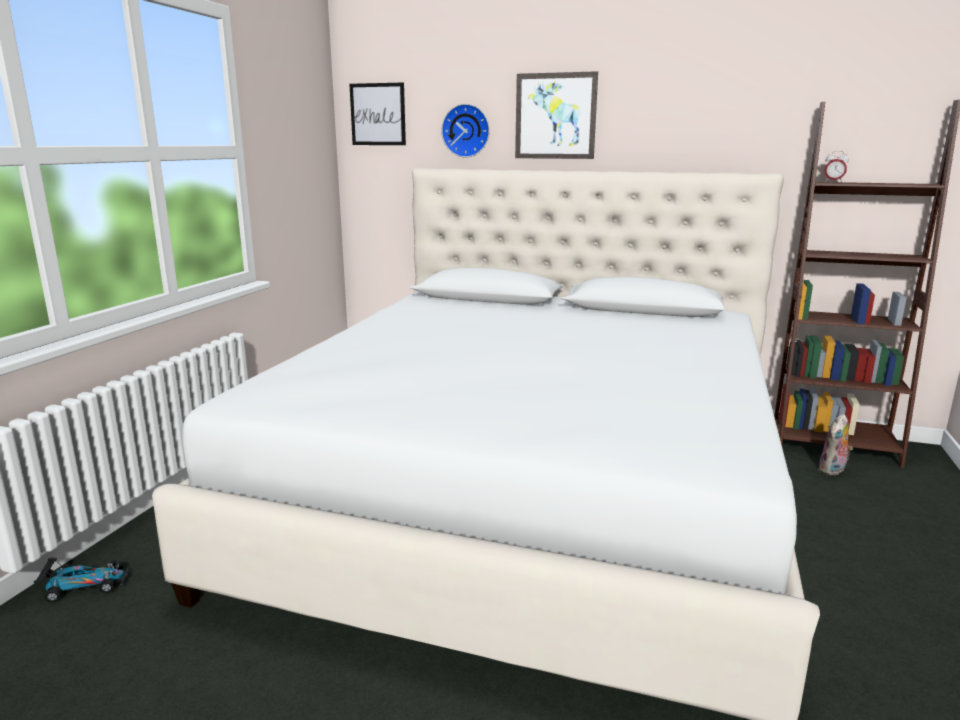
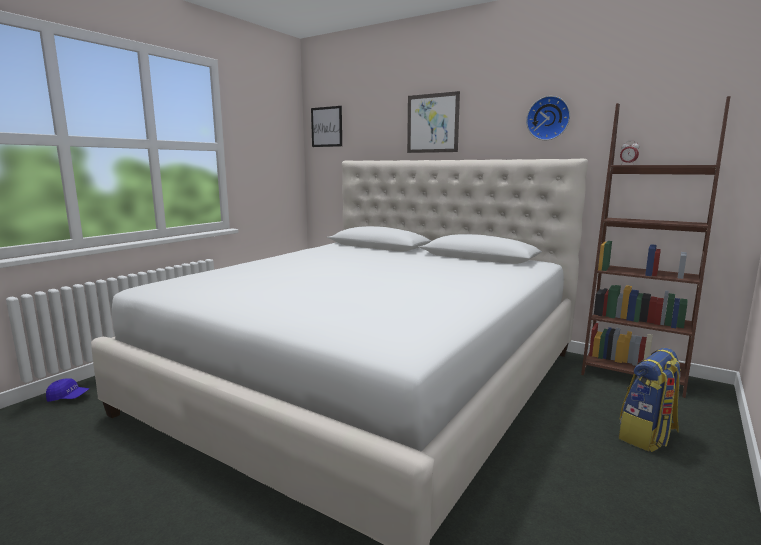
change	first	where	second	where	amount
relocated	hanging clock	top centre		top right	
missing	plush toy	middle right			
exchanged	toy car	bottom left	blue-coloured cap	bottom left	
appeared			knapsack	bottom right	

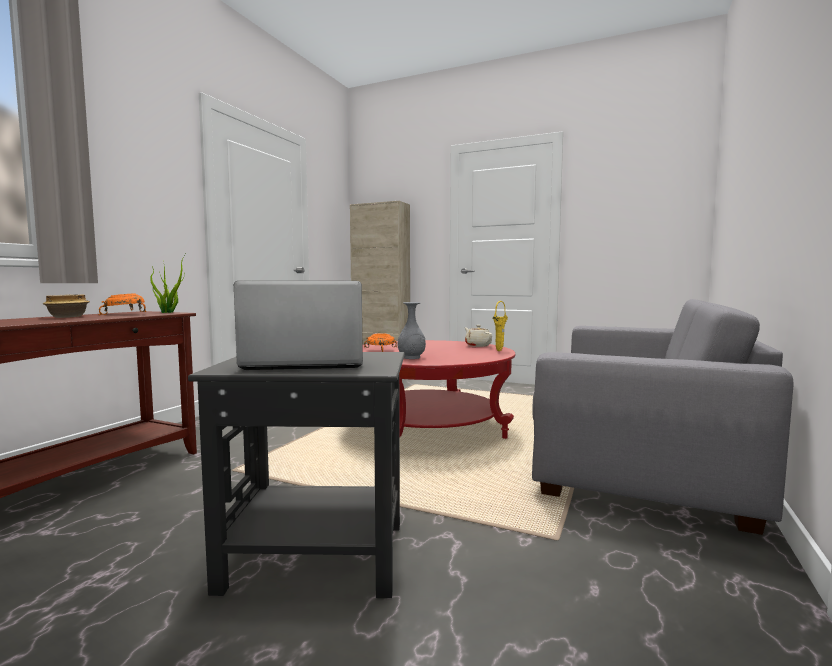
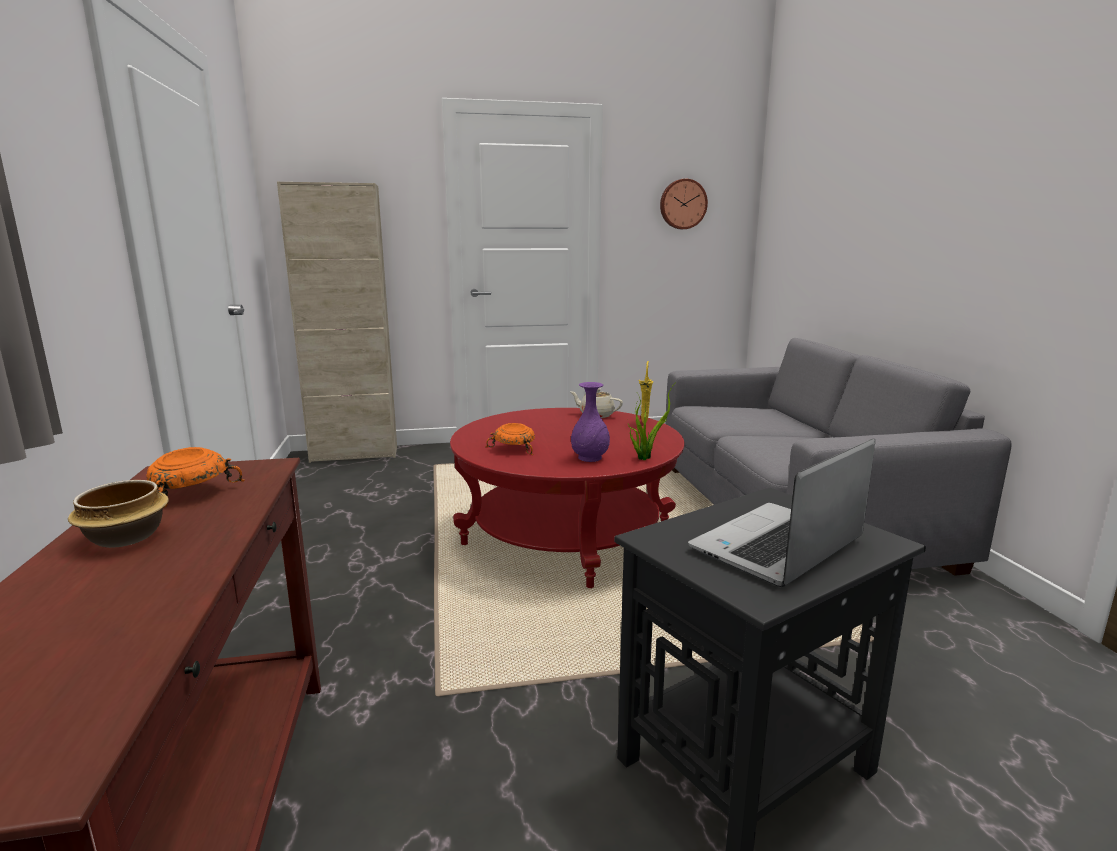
change	first	where	second	where	amount
relocated	plant in a pot	middle left		centre	
colour	greyish decorative vase	centre	purple-coloured decorative vase	centre	
appeared			hanging clock	top centre	

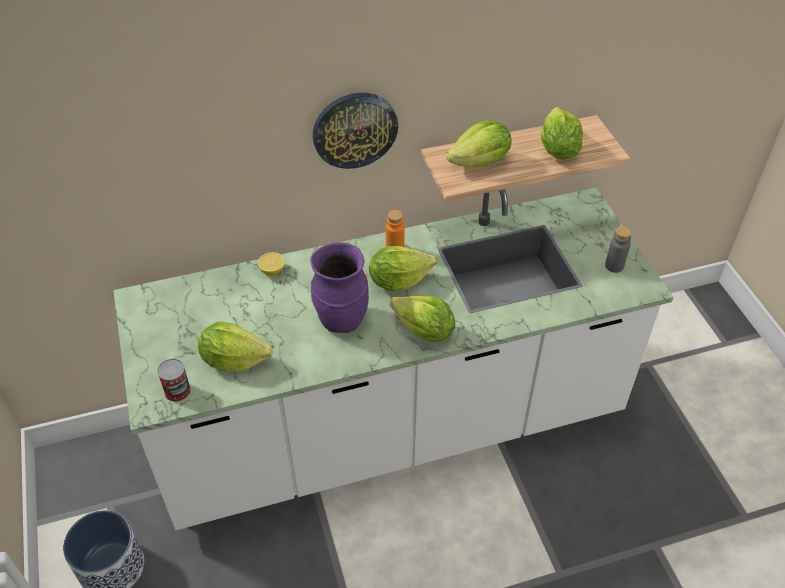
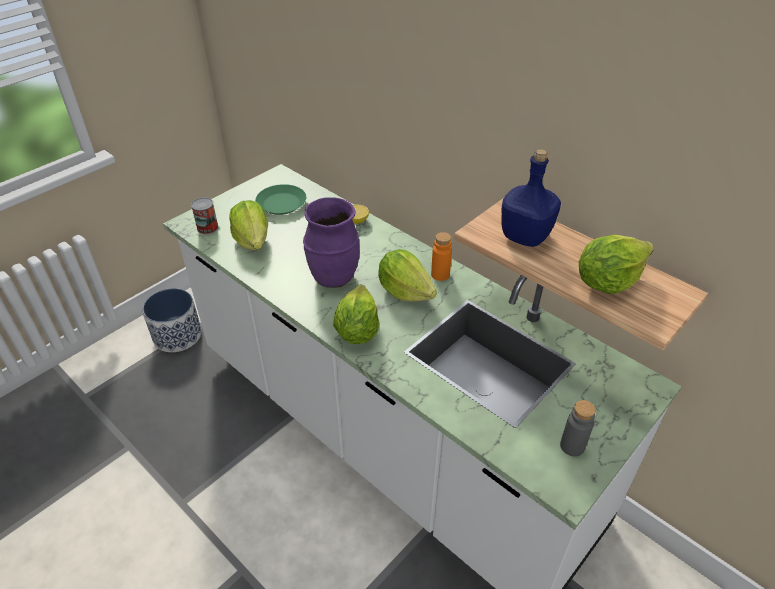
change	first	where	second	where	amount
missing	hanging clock	top centre			
exchanged	lettuce (no. 4 from left)	top centre	blue-coloured bottle	middle right	
appeared			green plate	centre	

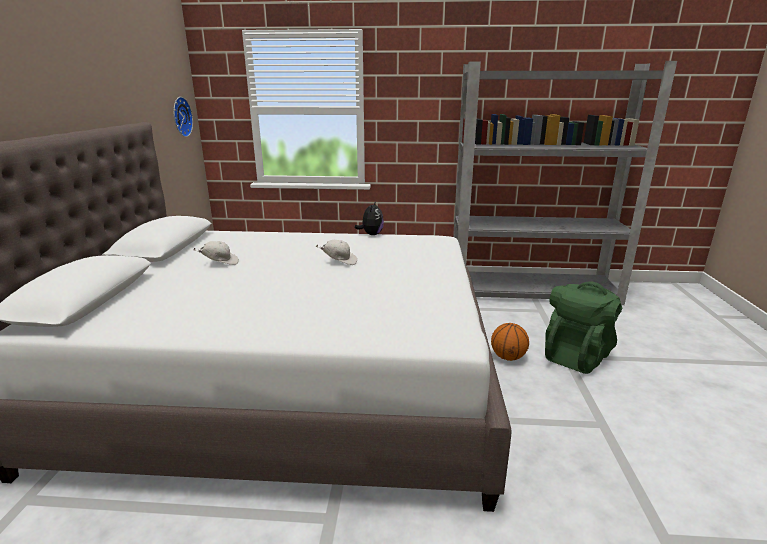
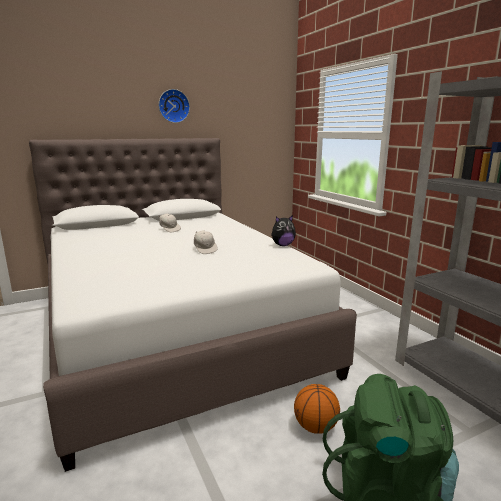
change	first	where	second	where	amount
relocated	hanging clock	top left		top centre	

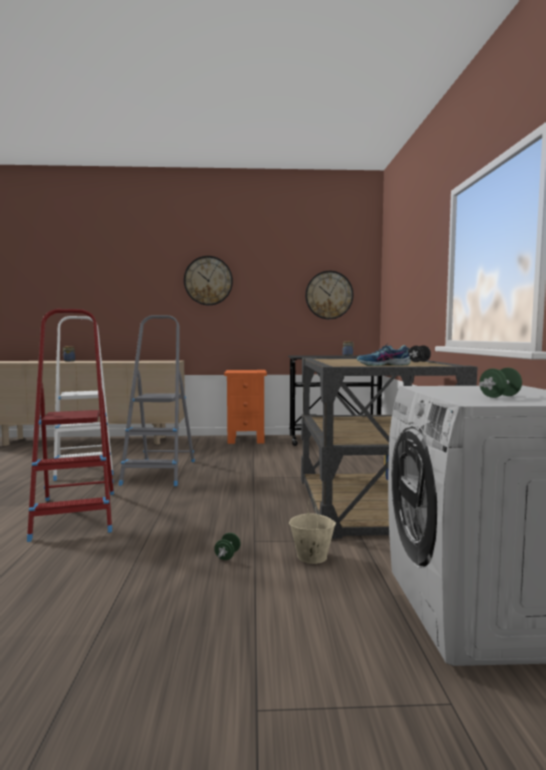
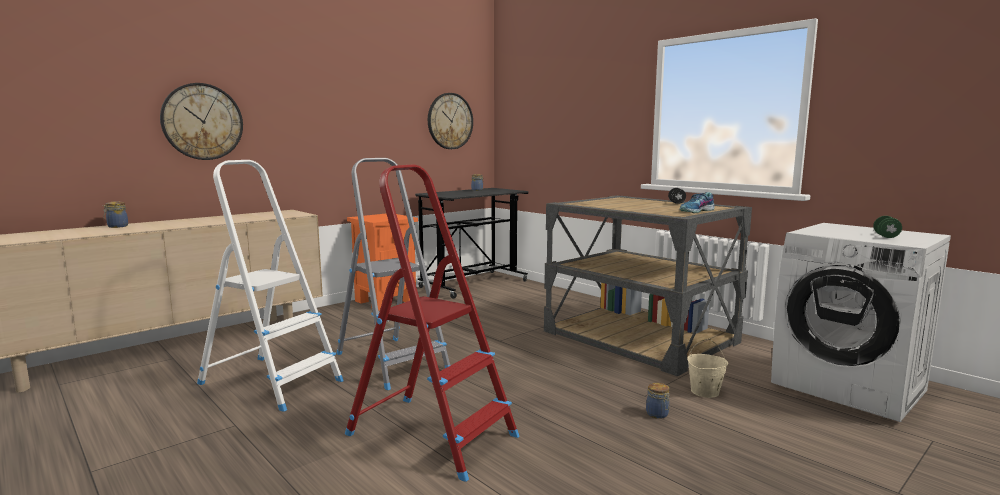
change	first	where	second	where	amount
relocated	hanging clock (no. 1 from left)	centre		top left	
exchanged	green hand weight (no. 1 from left)	bottom centre	jar (no. 3 from left)	bottom centre	

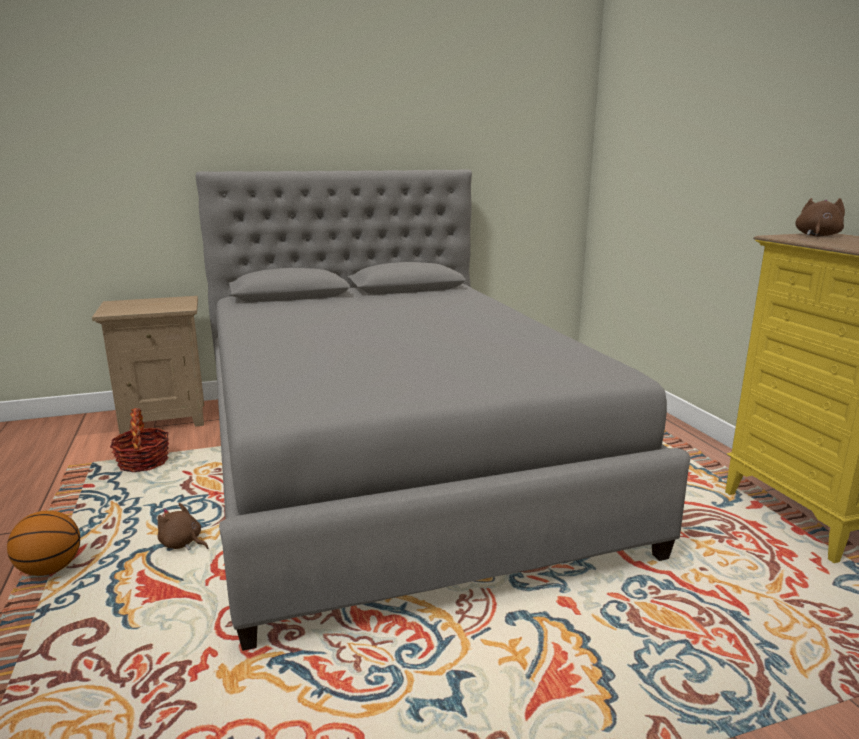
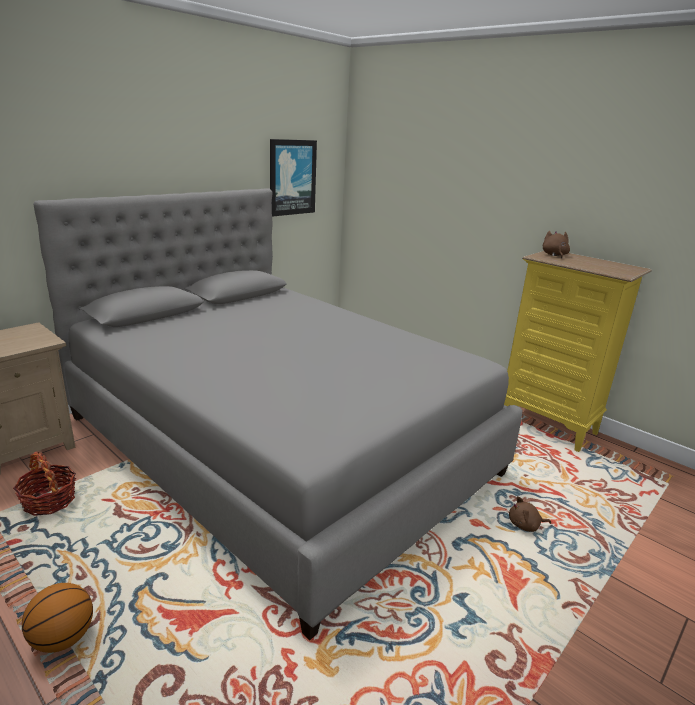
change	first	where	second	where	amount
relocated	brown plush toy (no. 1 from left)	bottom left		bottom right	
appeared			wall art	top centre	

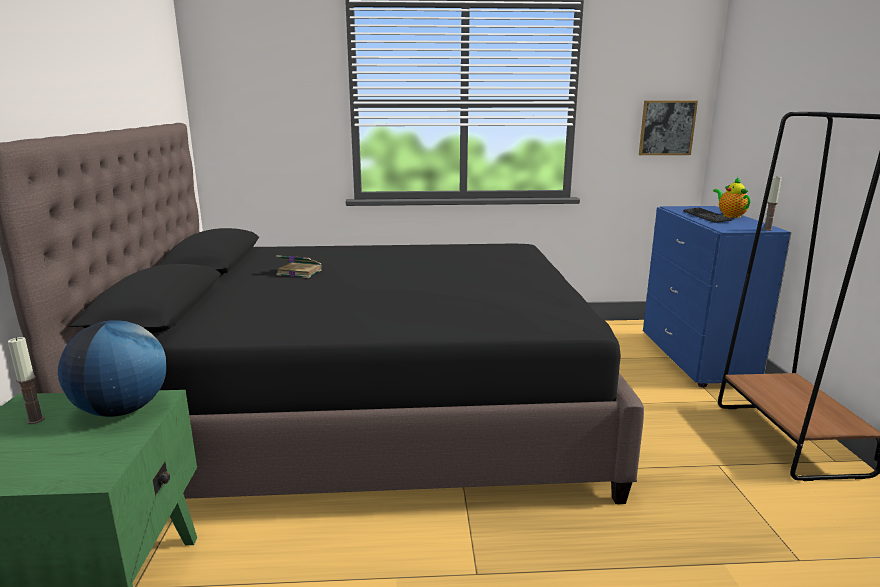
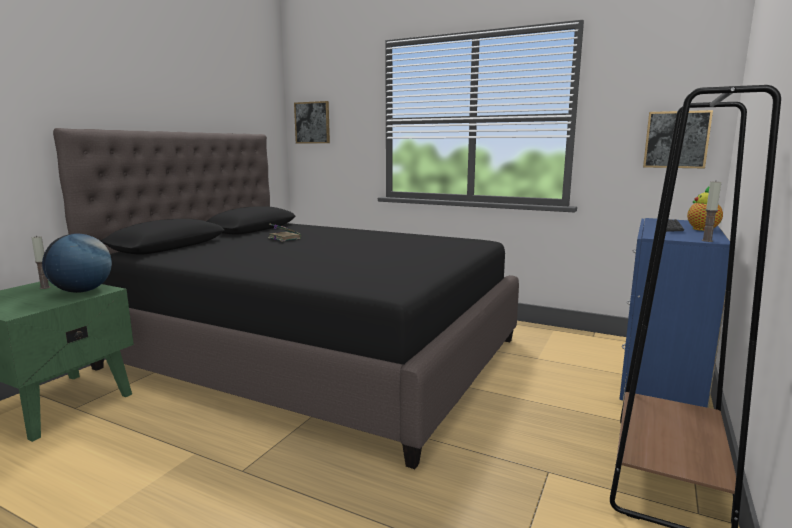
change	first	where	second	where	amount
appeared			wall art (no. 1 from left)	top centre	

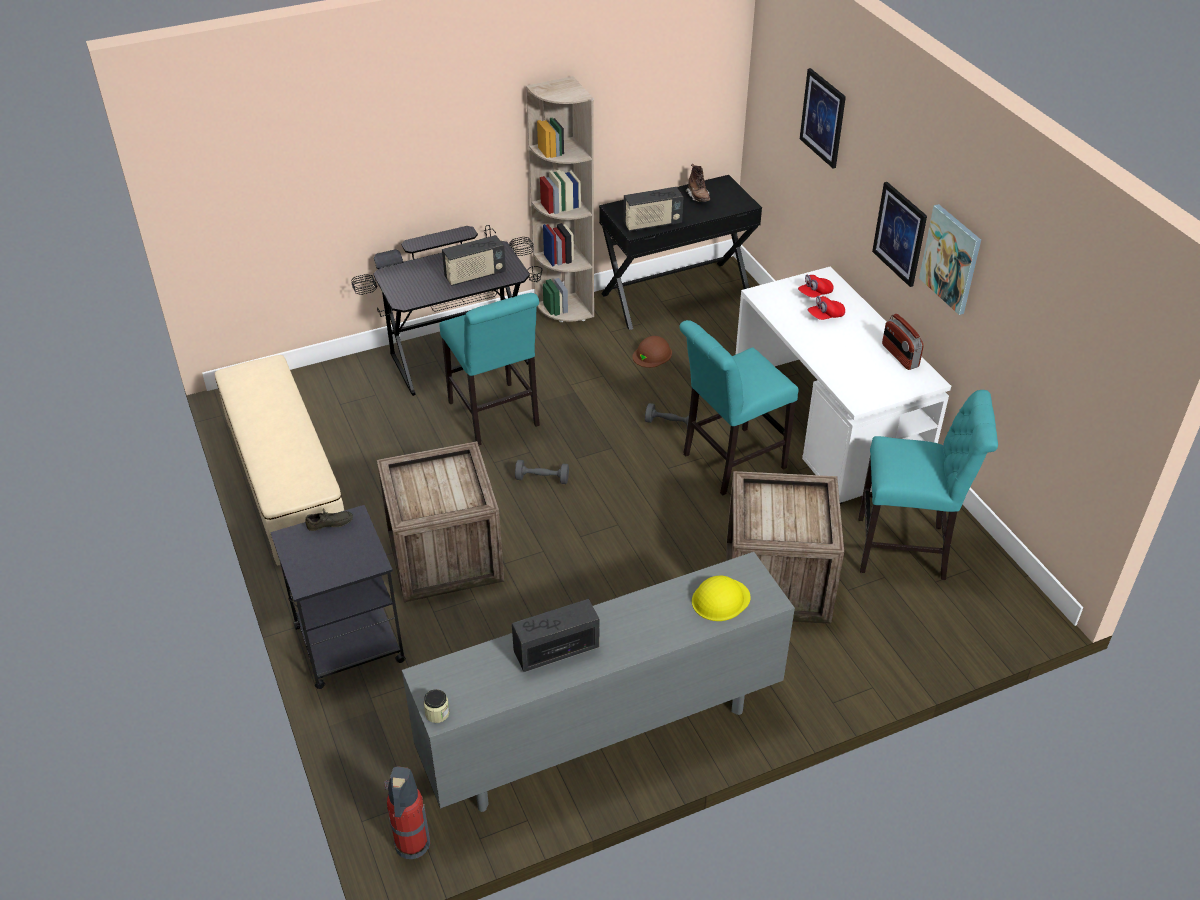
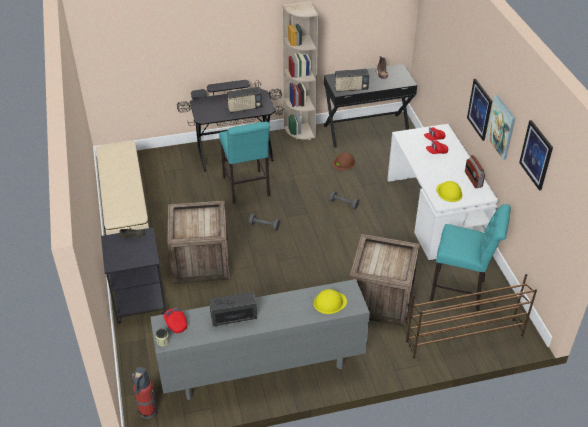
change	first	where	second	where	amount
relocated	wall art (no. 1 from left in the first image)	top right	wall art (no. 3 from left)	middle right	
missing	turquoise stool seat (no. 2 from left)	centre			
appeared			yellowish work helmet (no. 2 from left)	middle right	
appeared			brown shoe shelf	bottom right	
appeared			red-coloured cap (no. 1 from left)	bottom left	

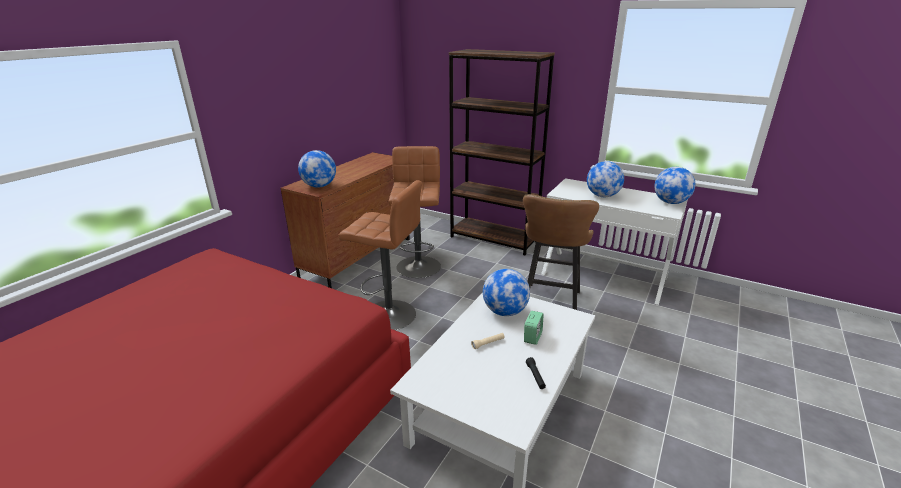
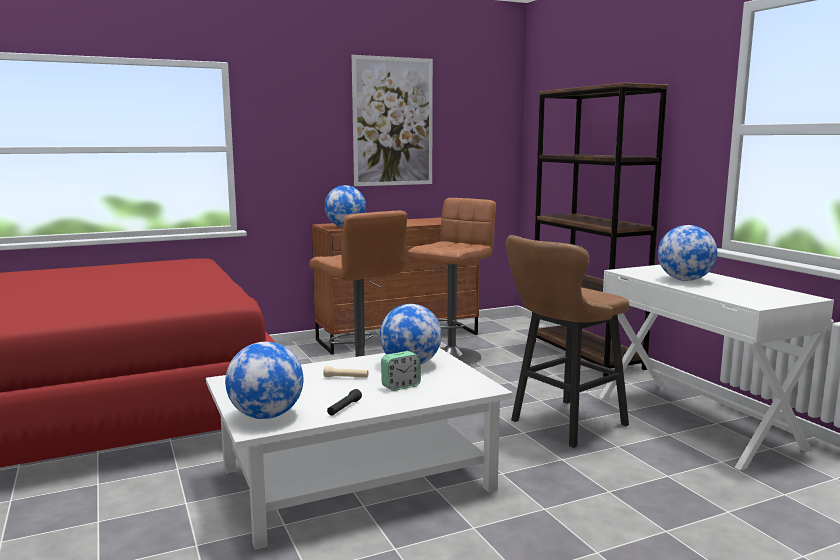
change	first	where	second	where	amount
relocated	world globe (no. 4 from left in the first image)	middle right	world globe (no. 1 from left)	bottom left	
appeared			wall art	top centre	

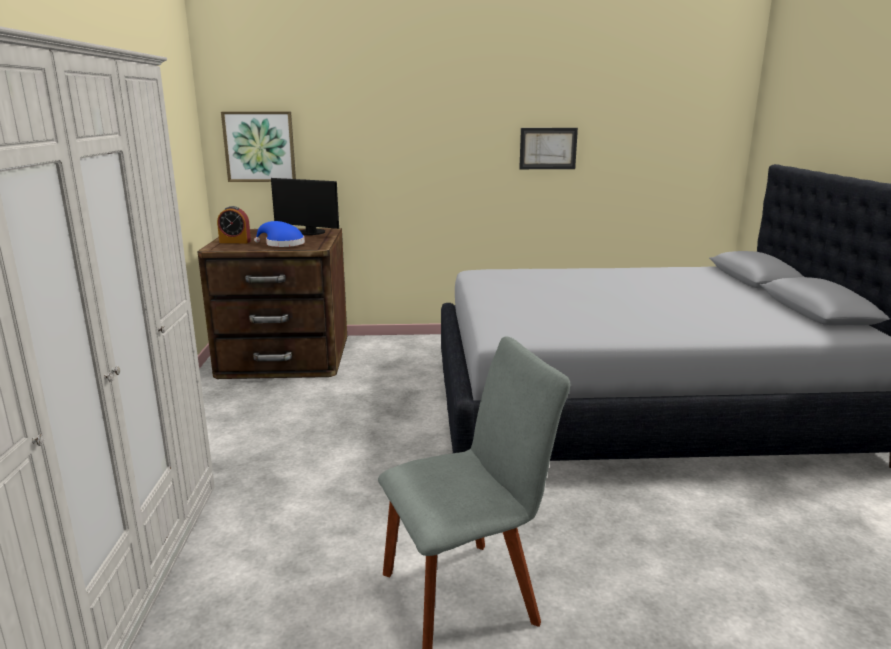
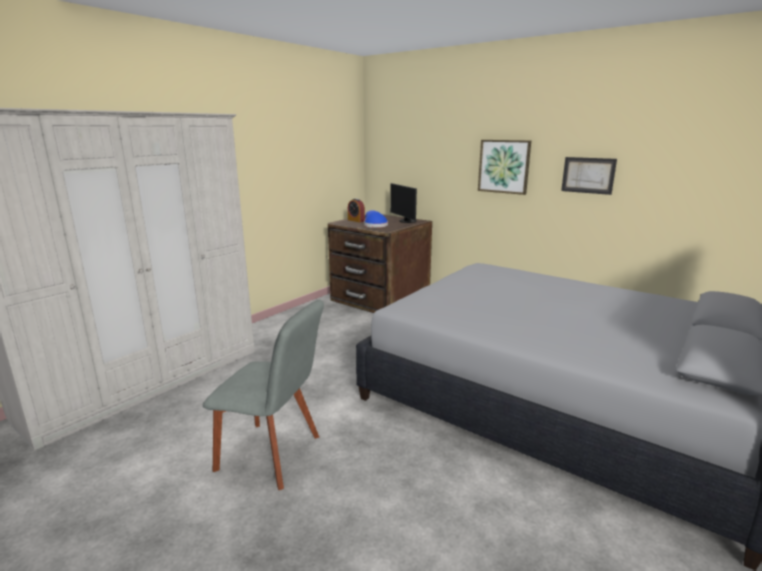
change	first	where	second	where	amount
relocated	wall art (no. 1 from left)	top left		top centre	

